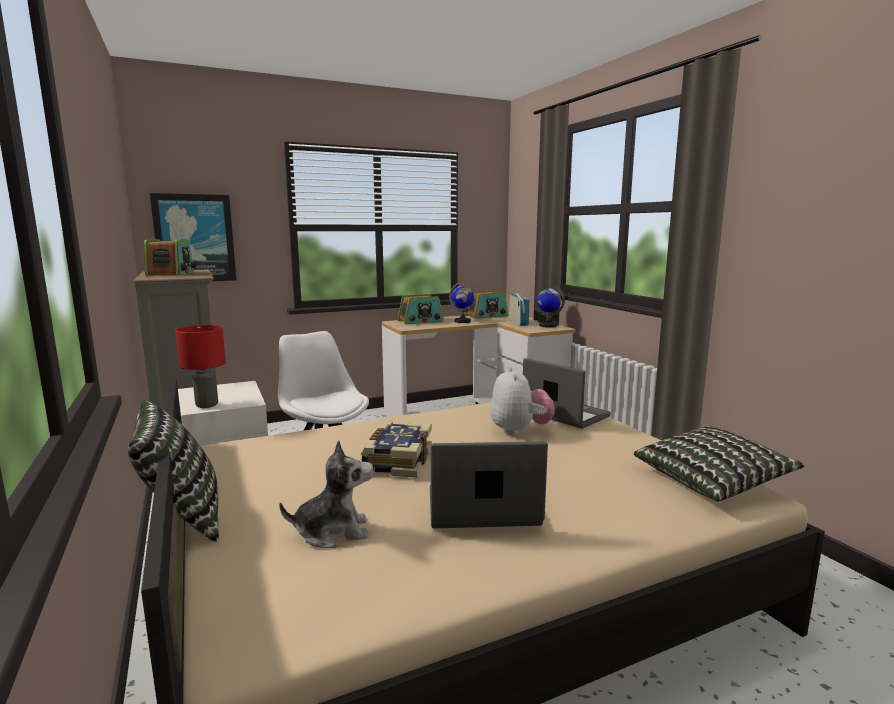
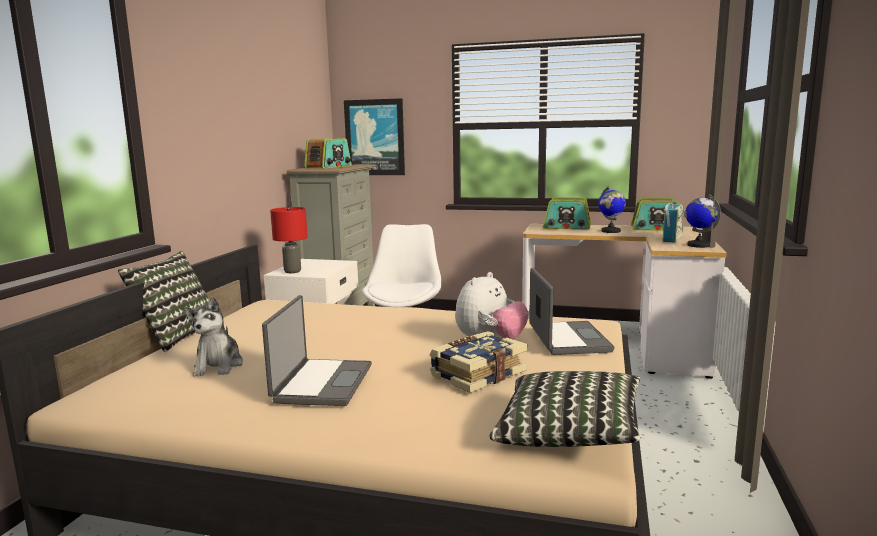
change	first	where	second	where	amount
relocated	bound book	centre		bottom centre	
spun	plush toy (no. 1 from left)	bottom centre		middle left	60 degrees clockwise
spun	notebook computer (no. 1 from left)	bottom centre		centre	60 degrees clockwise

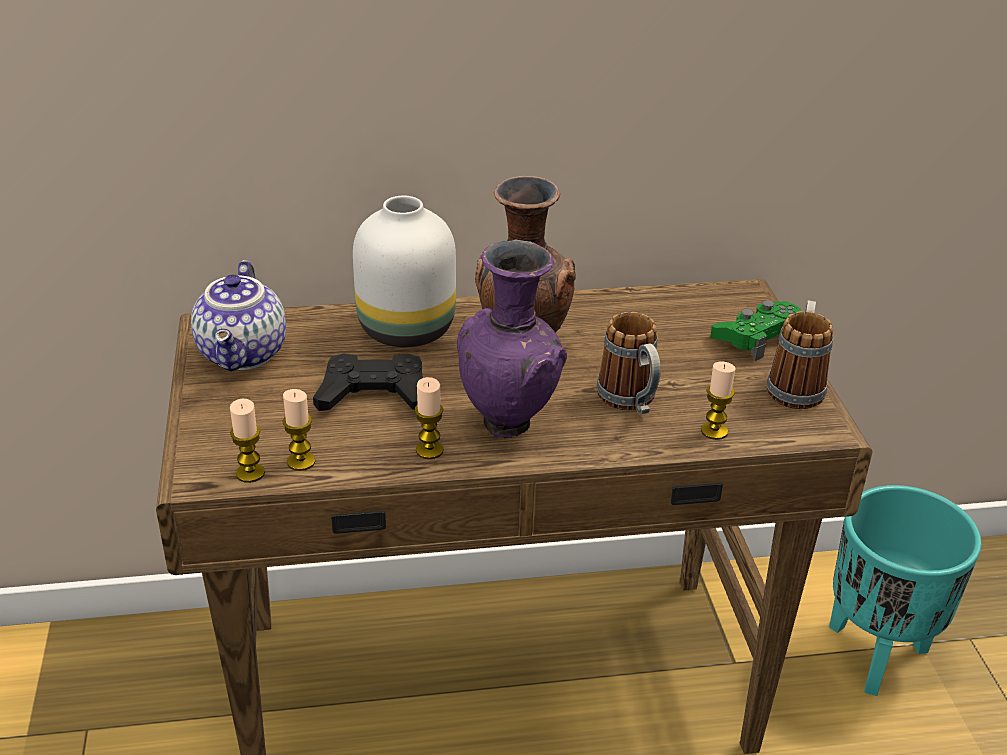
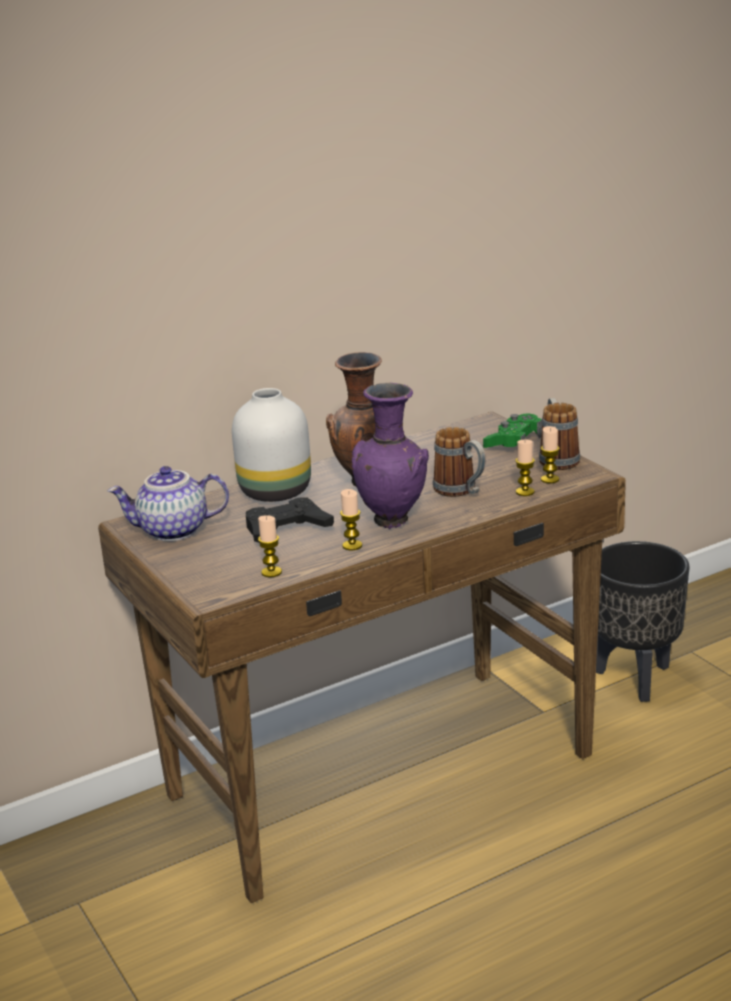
change	first	where	second	where	amount
spun	tea pot	middle left		middle left	105 degrees clockwise
relocated	wax light (no. 1 from left in the first image)	middle left	wax light (no. 4 from left)	middle right	
colour	turquoise flower pot	bottom right	blackish flower pot	middle right	

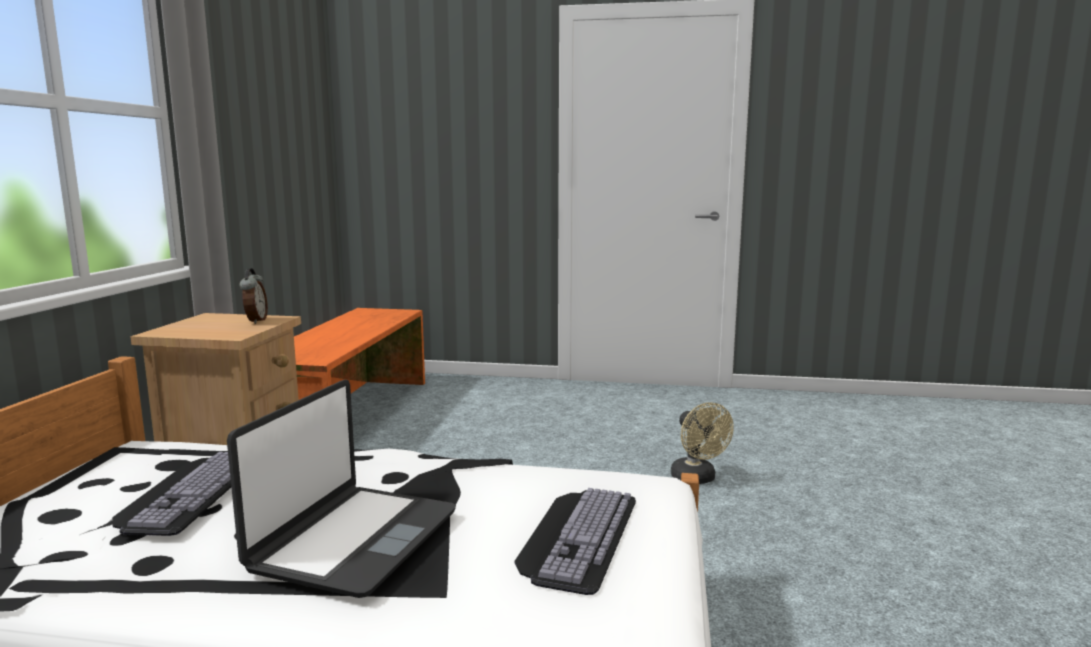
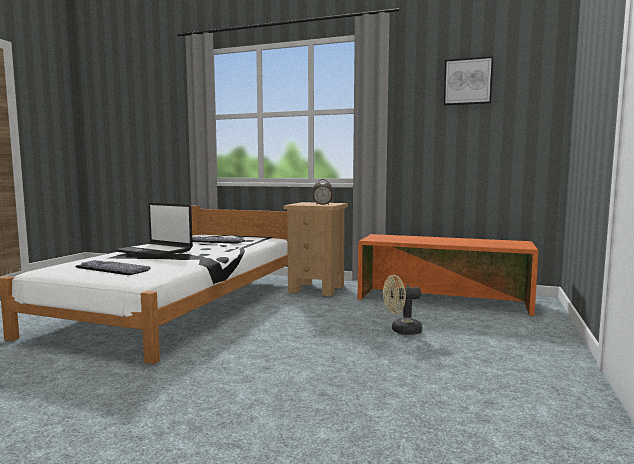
change	first	where	second	where	amount
relocated	sand-coloured electric fan	bottom centre		centre	
appeared			wall art	top right	

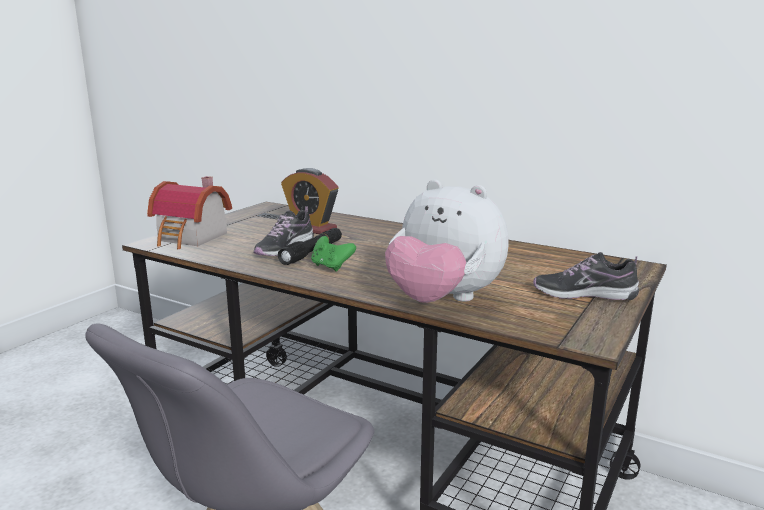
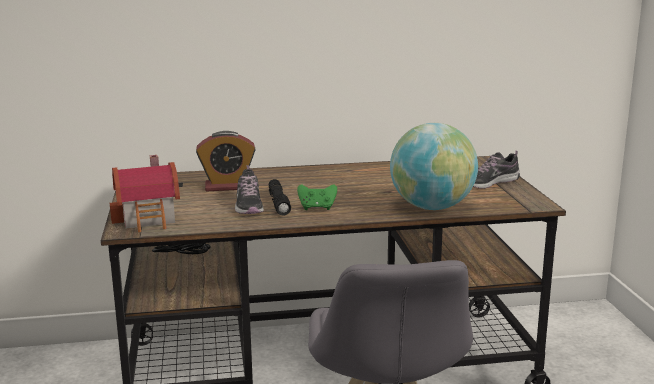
change	first	where	second	where	amount
exchanged	plush toy	centre	world globe	centre	

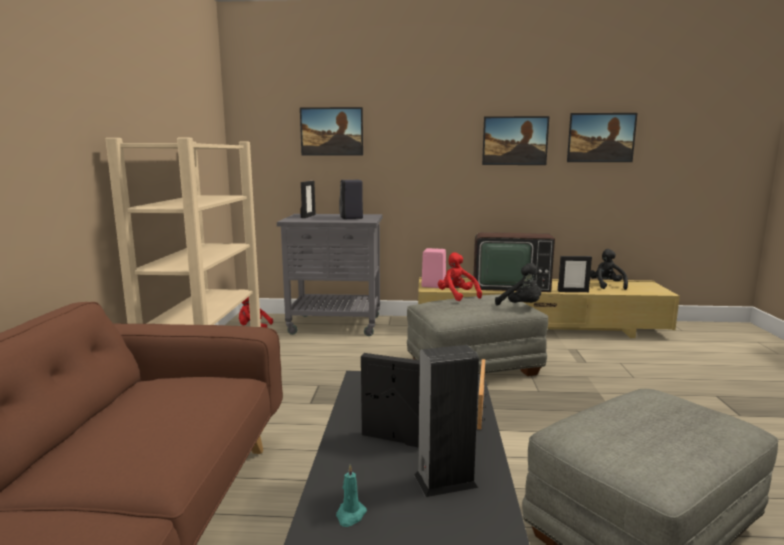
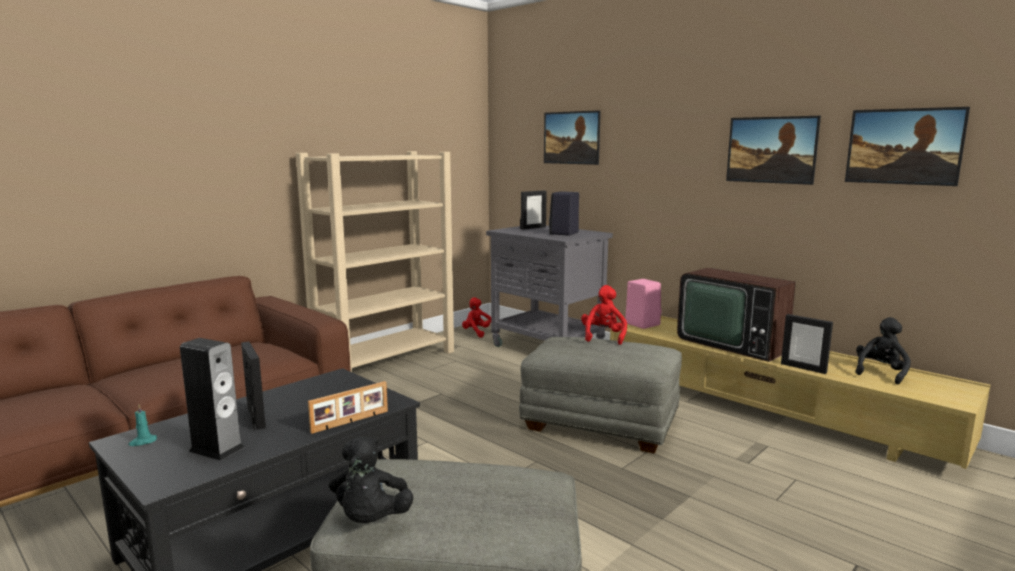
change	first	where	second	where	amount
relocated	blackish plush toy (no. 1 from left)	centre		bottom centre	

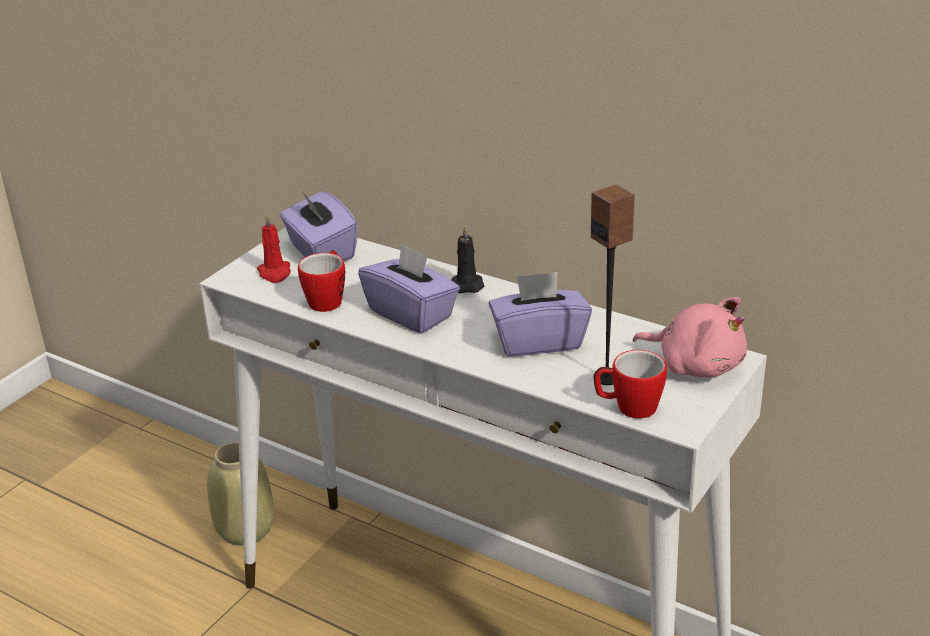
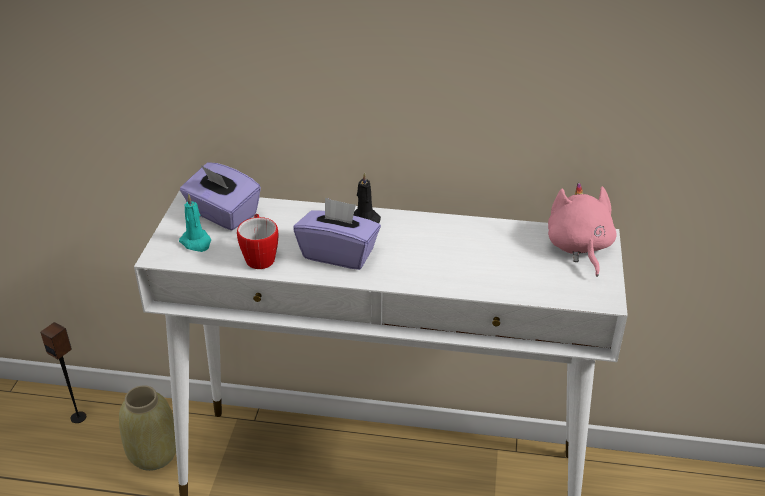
change	first	where	second	where	amount
relocated	audio speaker	centre		bottom left	
colour	red-coloured wax light	middle left	turquoise wax light	middle left	
missing	purple-coloured tissue box (no. 3 from left)	centre			
spun	pink plush toy	middle right		middle right	105 degrees counterclockwise
missing	tea mug (no. 2 from left)	middle right			

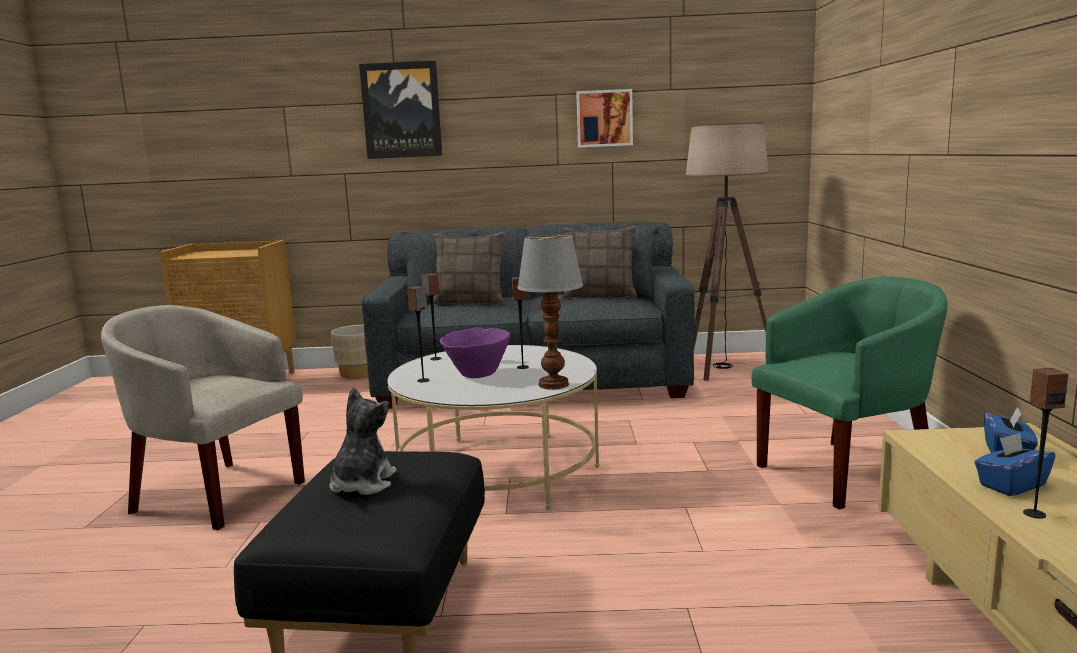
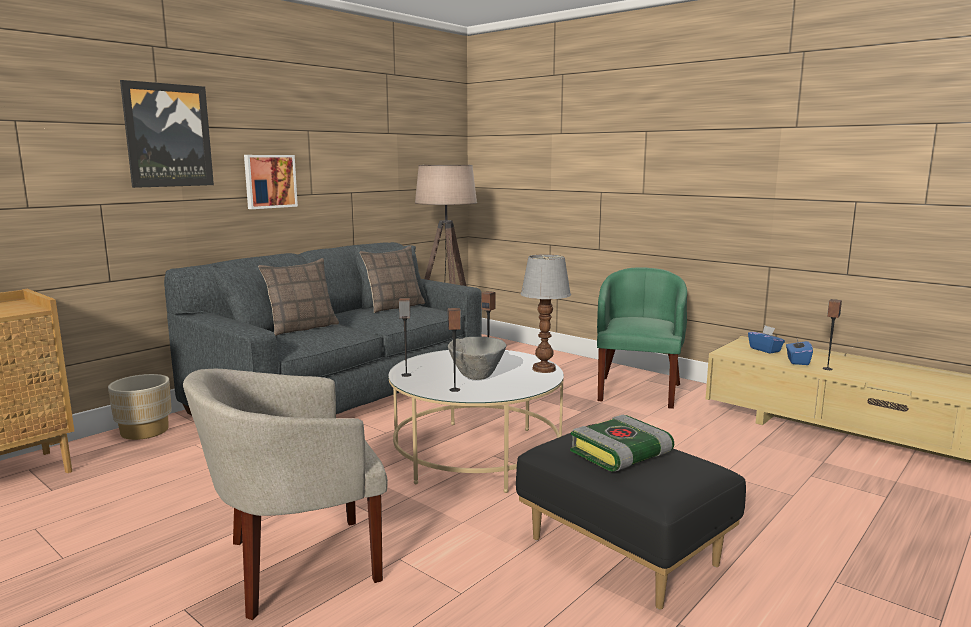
change	first	where	second	where	amount
relocated	wall art (no. 2 from left)	top centre		top left	
colour	purple-coloured bowl	centre	greyish bowl	centre	
exchanged	plush toy	bottom centre	bound book	bottom centre	

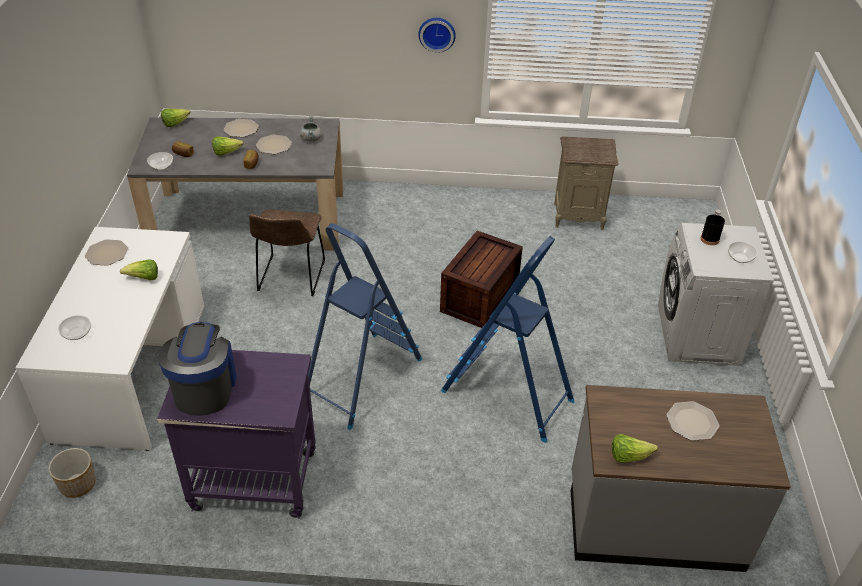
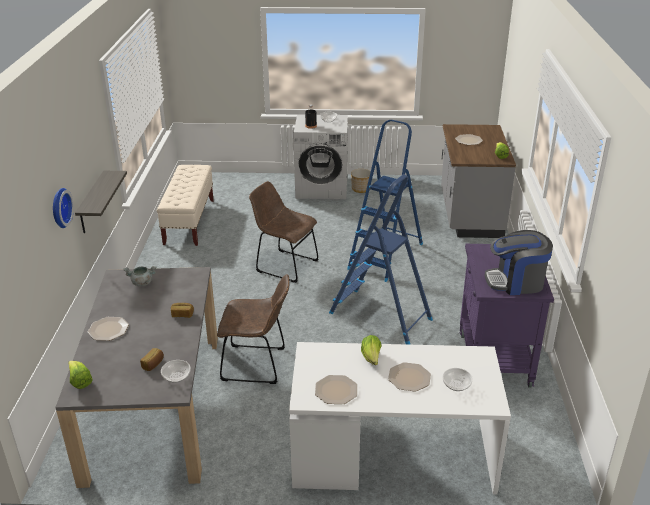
change	first	where	second	where	amount
relocated	hanging clock	top centre		middle left	
relocated	plate (no. 3 from left)	top left		bottom centre	
missing	lettuce (no. 3 from left)	top left			
exchanged	sand-coloured nightstand	top right	sand-coloured long seat	middle left	
exchanged	shipping crate	centre	brown upright chair (no. 2 from left)	centre	
relocated	flower pot	bottom left		centre	
appeared			wall shelf	middle left	

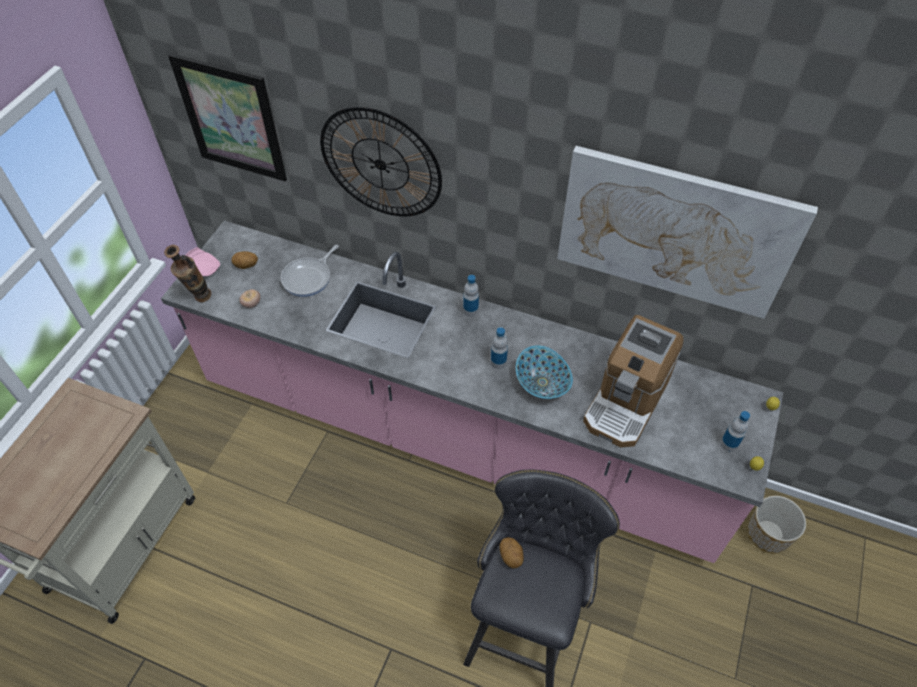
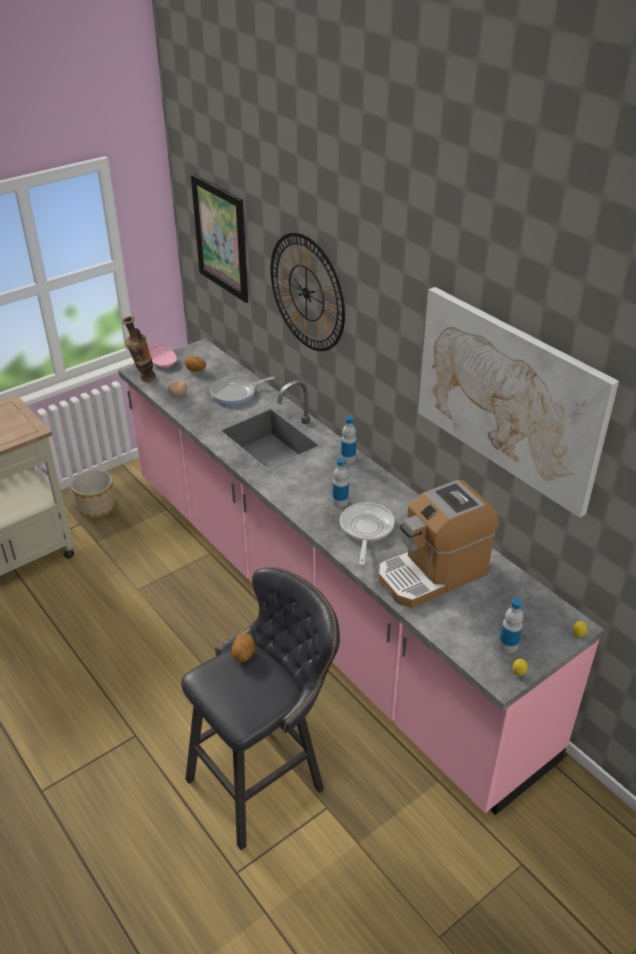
change	first	where	second	where	amount
exchanged	bowl	centre	pan (no. 2 from left)	centre	
relocated	flower pot	bottom right		middle left	

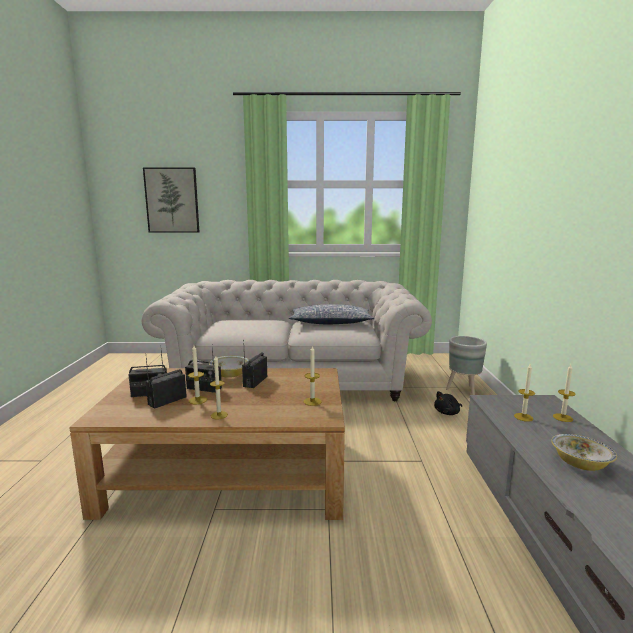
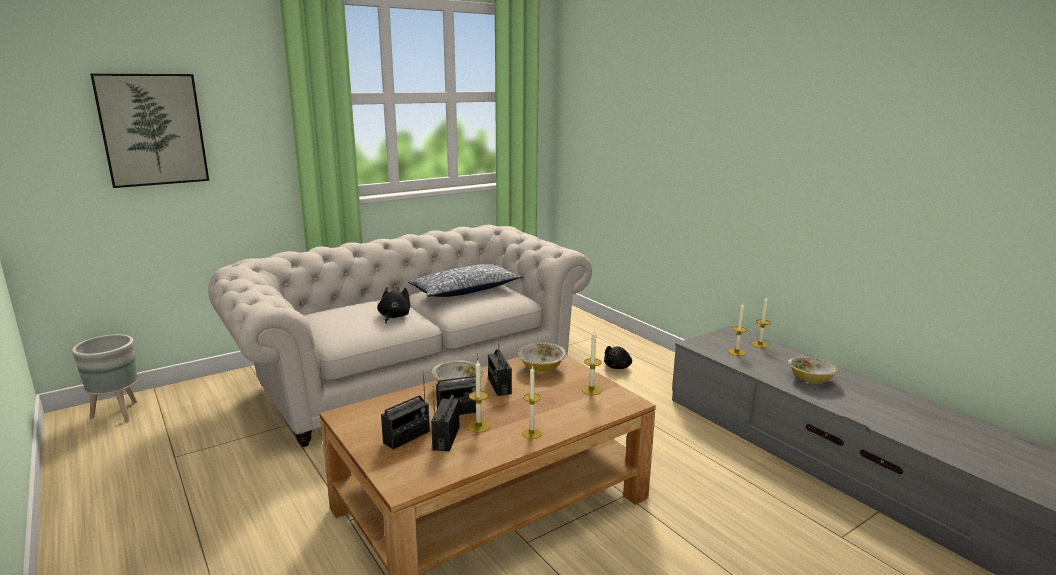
change	first	where	second	where	amount
relocated	greyish flower pot	middle right		middle left	
appeared			blackish plush toy (no. 1 from left)	centre	
appeared			bowl (no. 2 from left)	centre	

